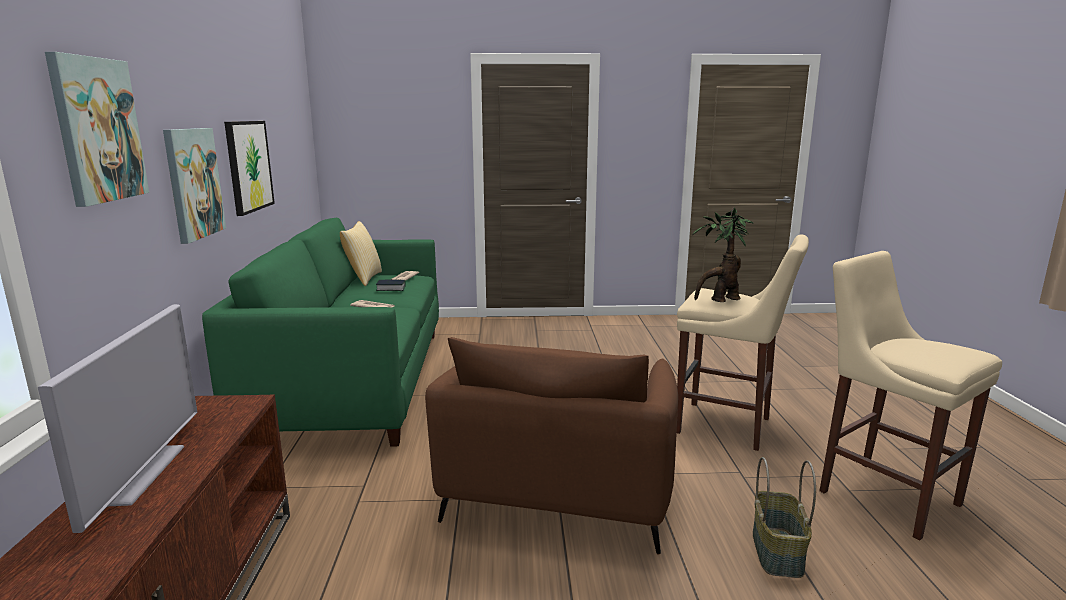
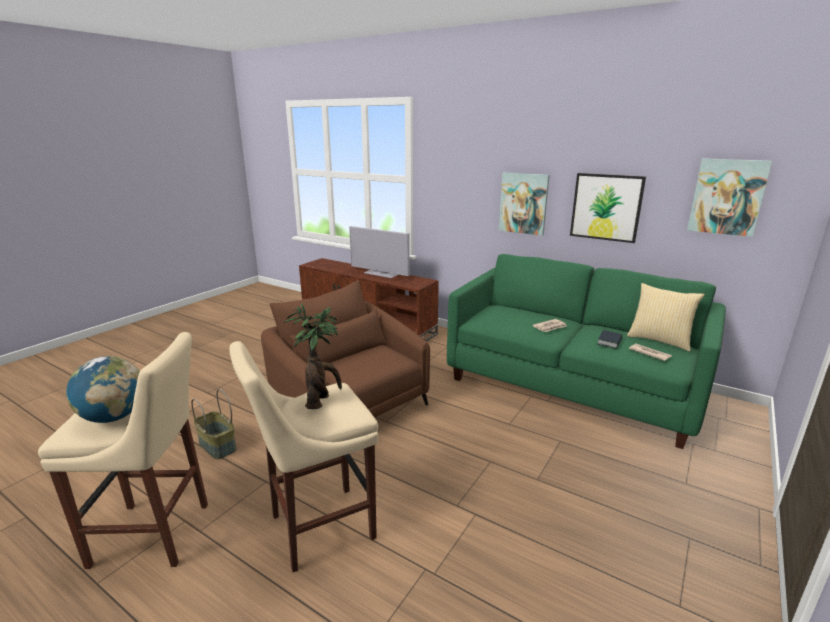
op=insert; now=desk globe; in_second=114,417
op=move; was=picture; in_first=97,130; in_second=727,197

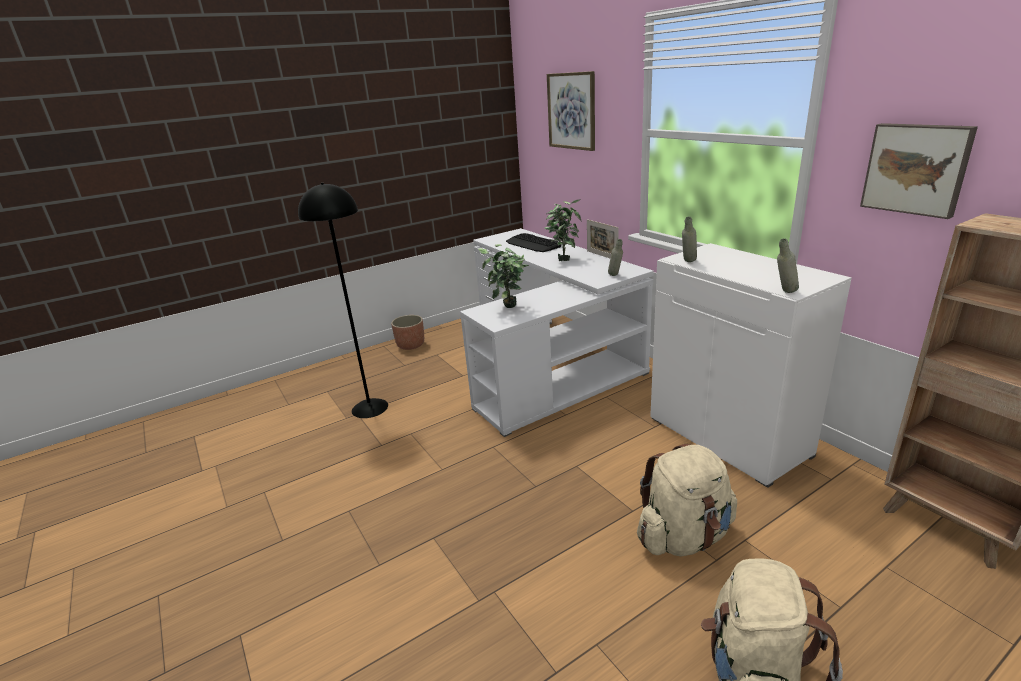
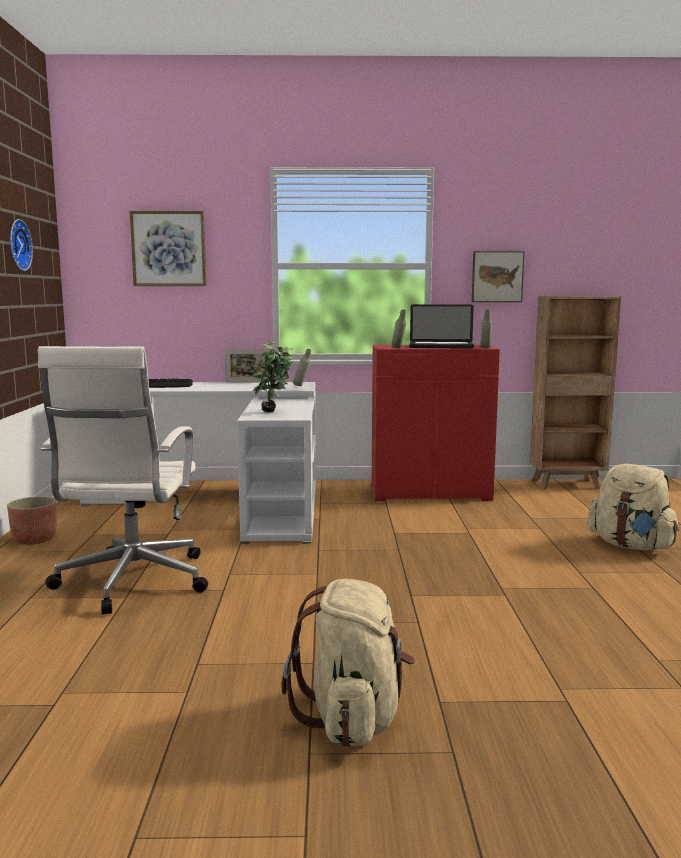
op=delete; was=houseplant; in_first=563,259
op=insert; now=wall clock; in_second=17,245
op=insert; now=notebook computer; in_second=441,346
op=move; was=beige knapsack; in_first=684,537; in_second=353,718
op=replace; was=blackish floor lamp; now=white office chair; in_first=369,408; in_second=131,582
op=recolor; was=white cabinet; now=reddish cabinet; in_first=729,436; in_second=430,492

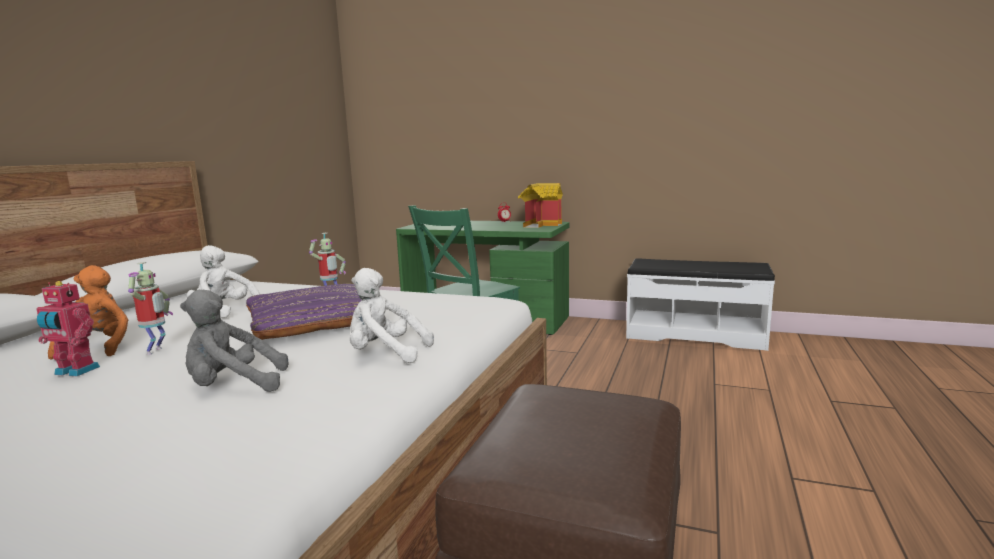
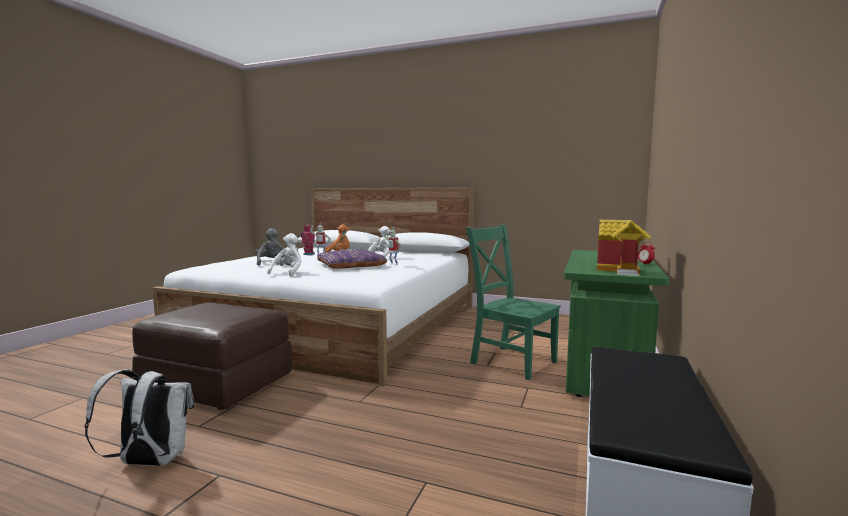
op=insert; now=white knapsack; in_second=149,462

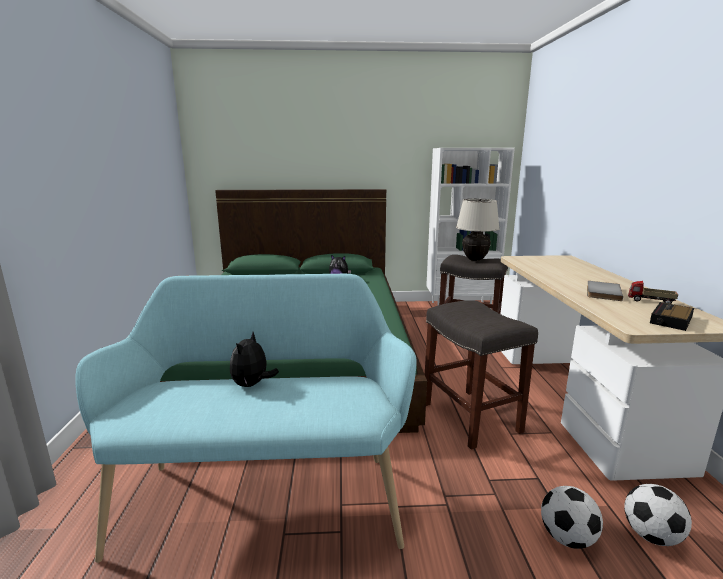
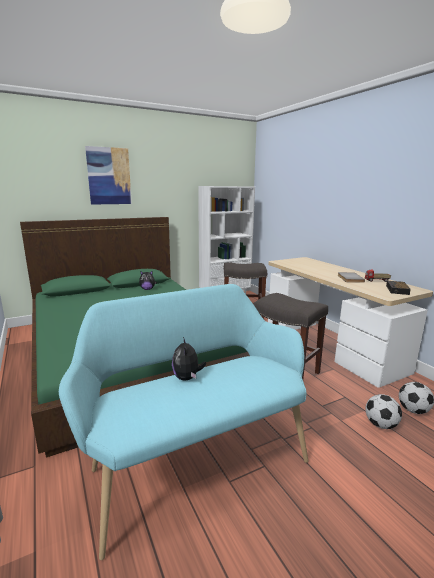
op=delete; was=beige table lamp; in_first=475,259
op=insert; now=picture; in_second=109,176

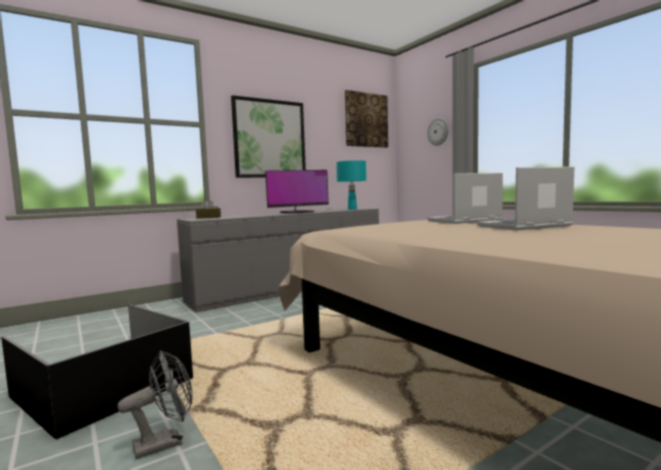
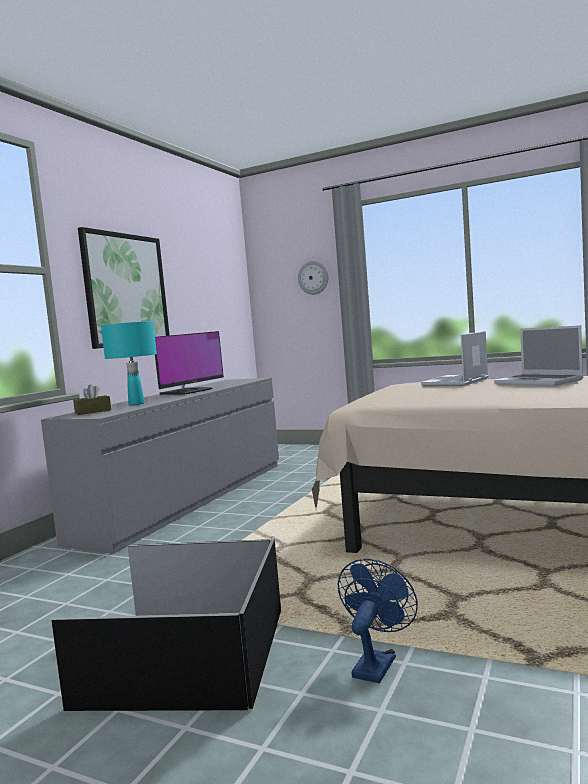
op=delete; was=picture; in_first=366,120
op=move; was=blue-green table lamp; in_first=352,209; in_second=136,404
op=recolor; was=greyish cooling fan; now=bluish cooling fan; in_first=166,442; in_second=376,663
op=rotate; was=notebook computer; in_first=523,226; in_second=539,382; clockwise=-75

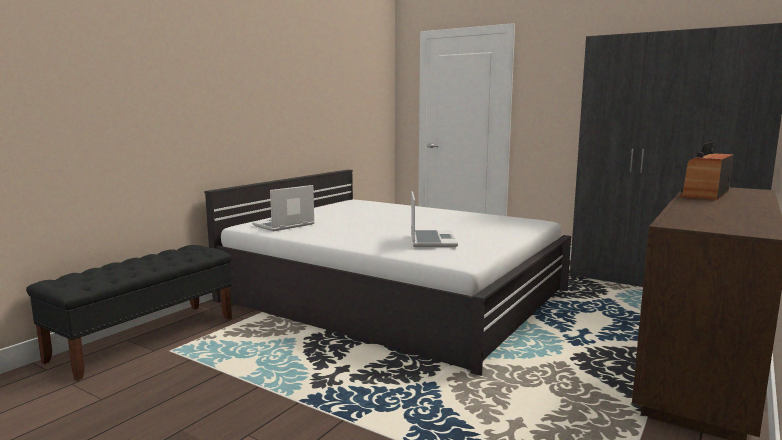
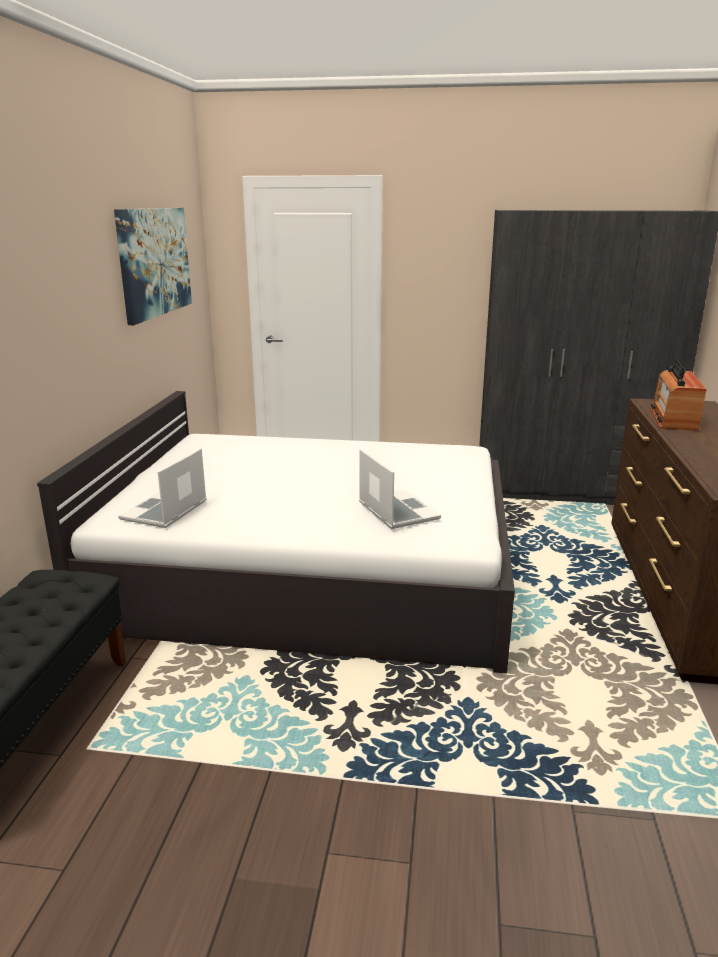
op=insert; now=picture; in_second=154,262

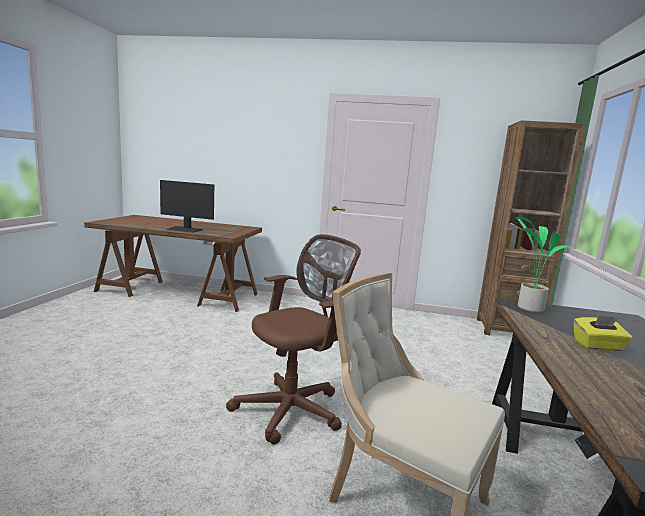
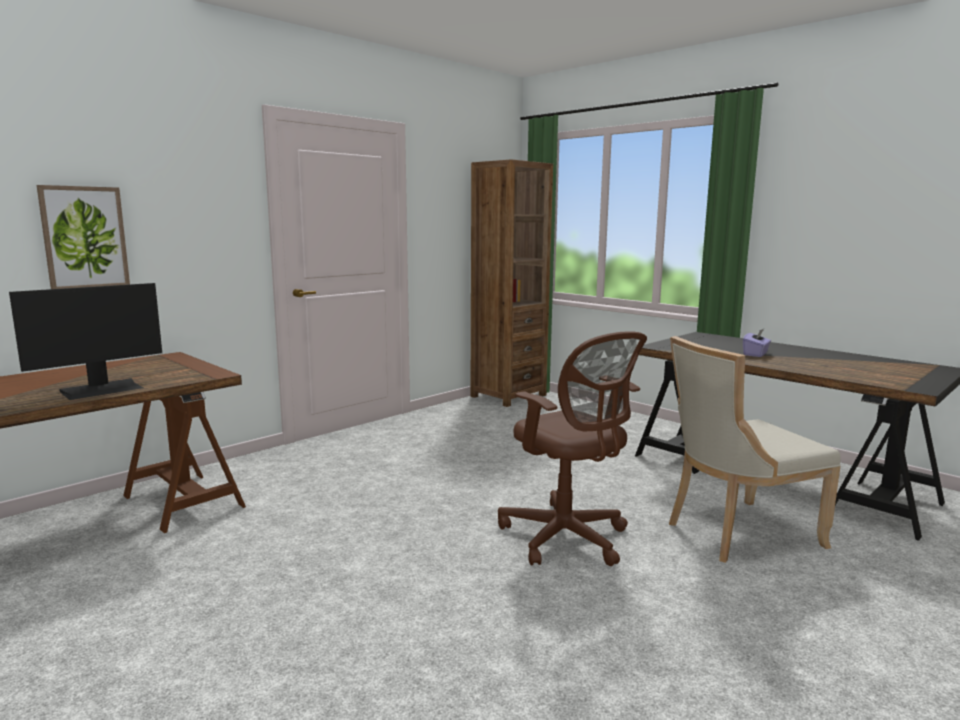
op=delete; was=houseplant; in_first=528,308
op=insert; now=picture; in_second=84,238
op=recolor; was=yellow tissue holder; now=purple-coloured tissue holder; in_first=598,346; in_second=755,354
op=rotate; was=brown-coloured office chair; in_first=293,409; in_second=567,539; clockwise=150

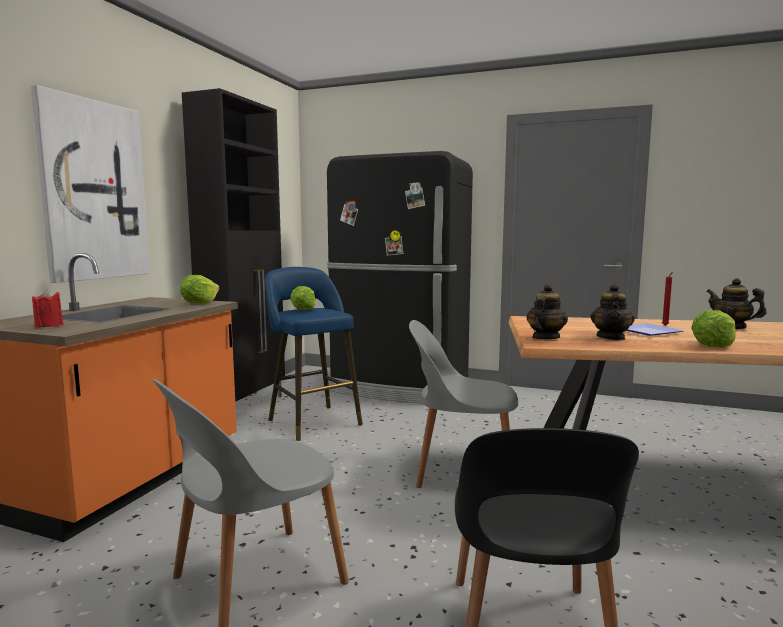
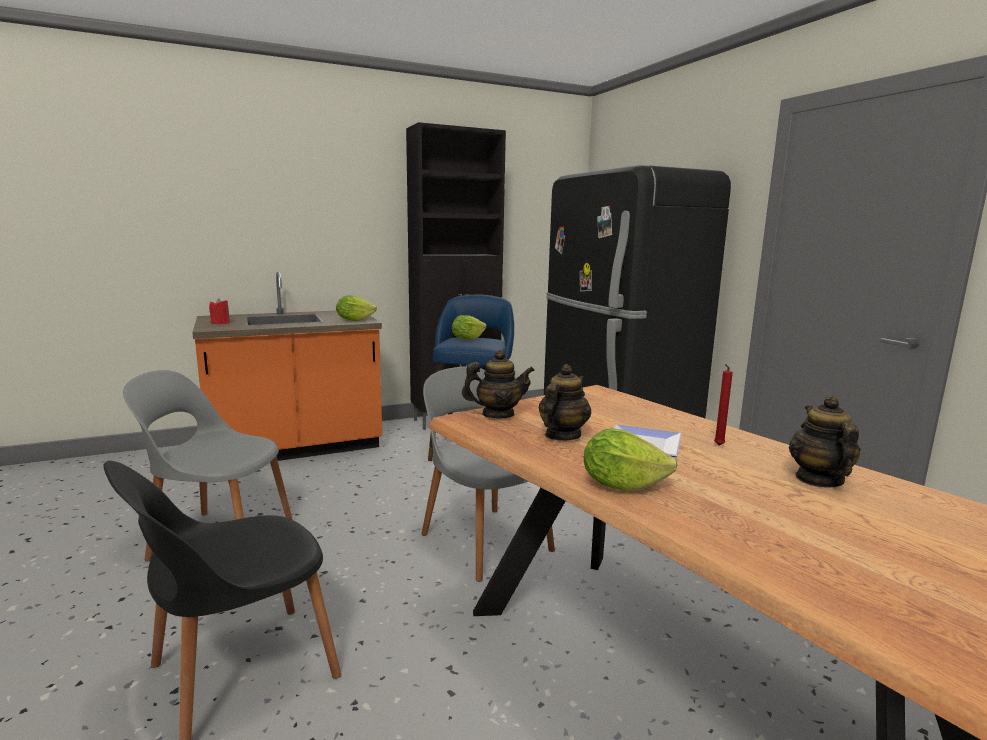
op=delete; was=picture; in_first=93,191
op=rotate; was=teapot; in_first=611,337; in_second=562,435; clockwise=150

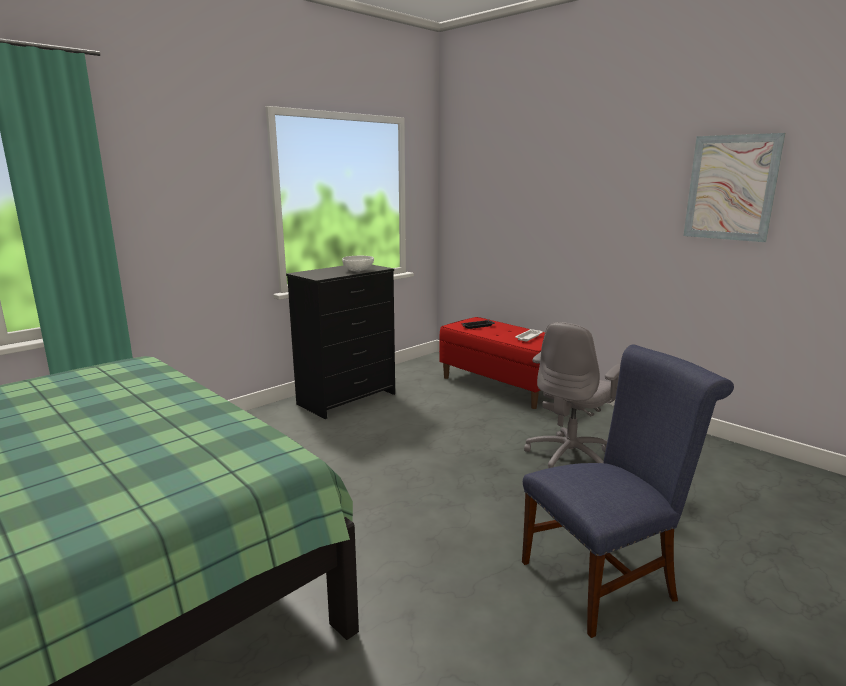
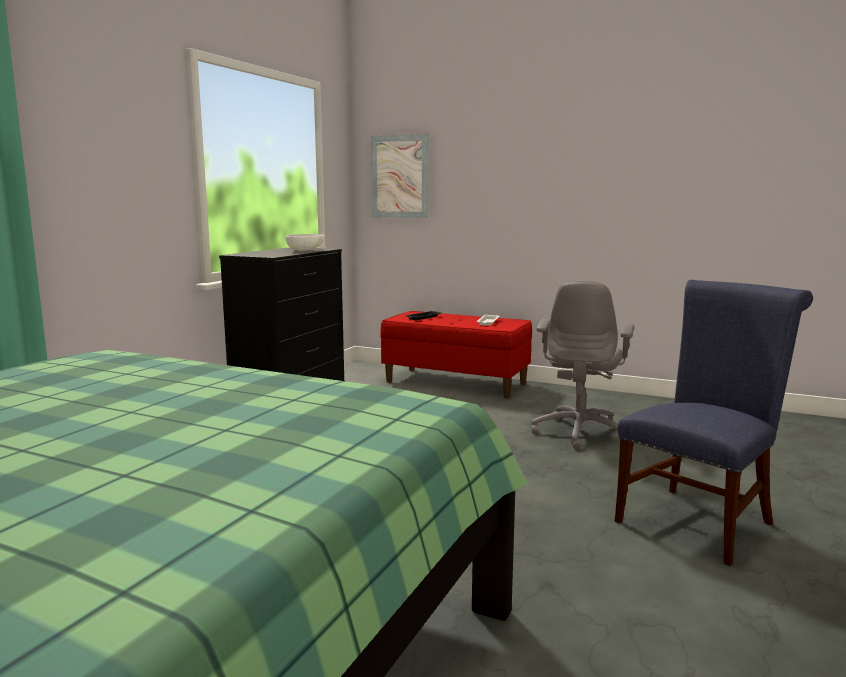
op=move; was=picture; in_first=731,188; in_second=400,176

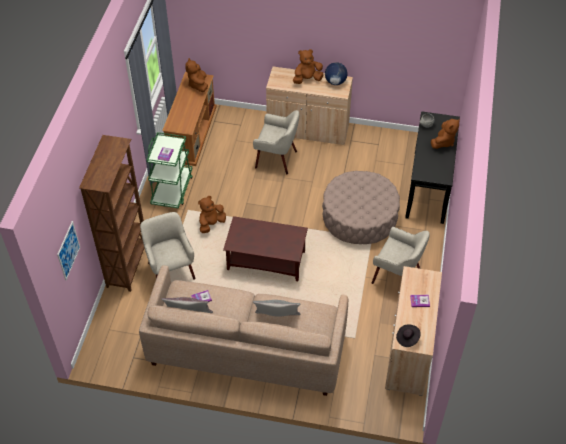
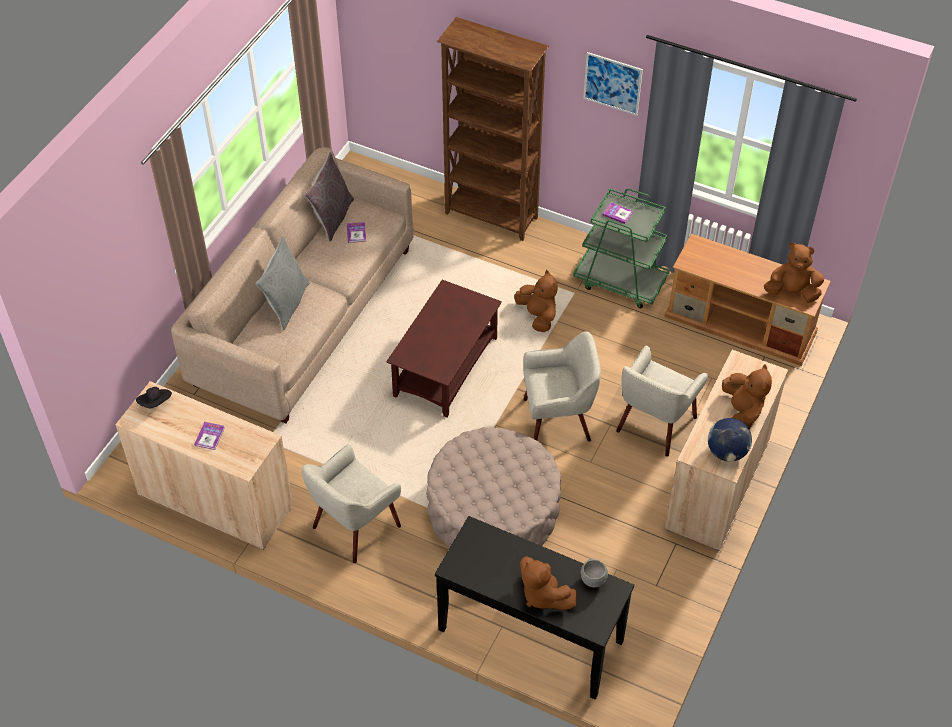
op=move; was=picture; in_first=68,250; in_second=612,83
op=move; was=beige easy chair; in_first=170,270; in_second=558,420

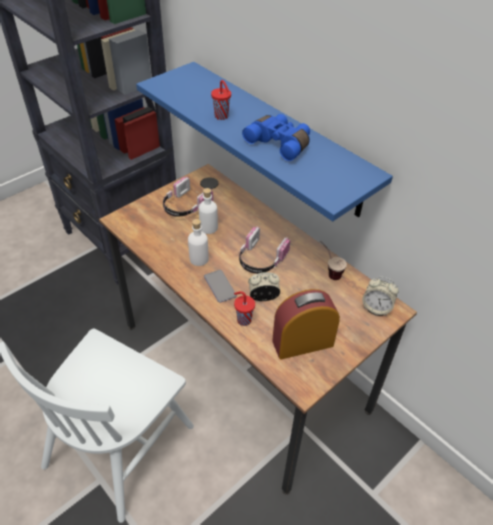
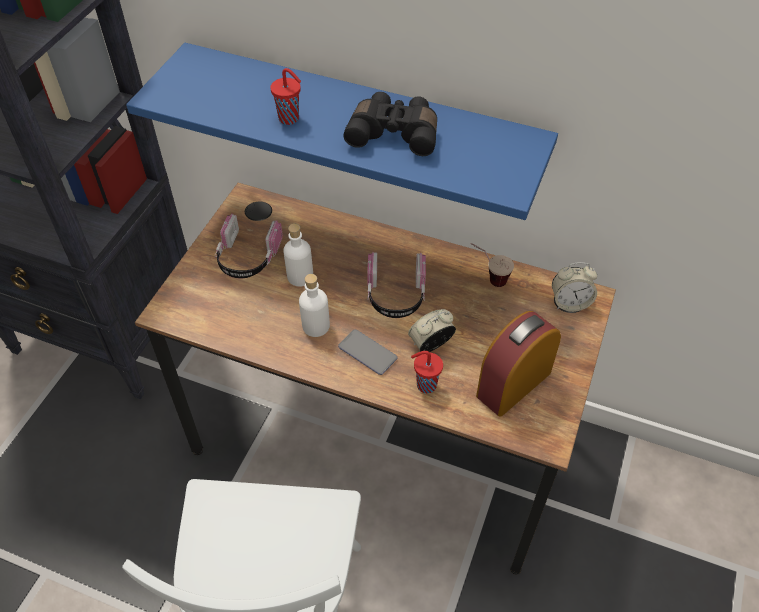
op=recolor; was=bluish field glasses; now=blackish field glasses; in_first=280,143; in_second=394,133

